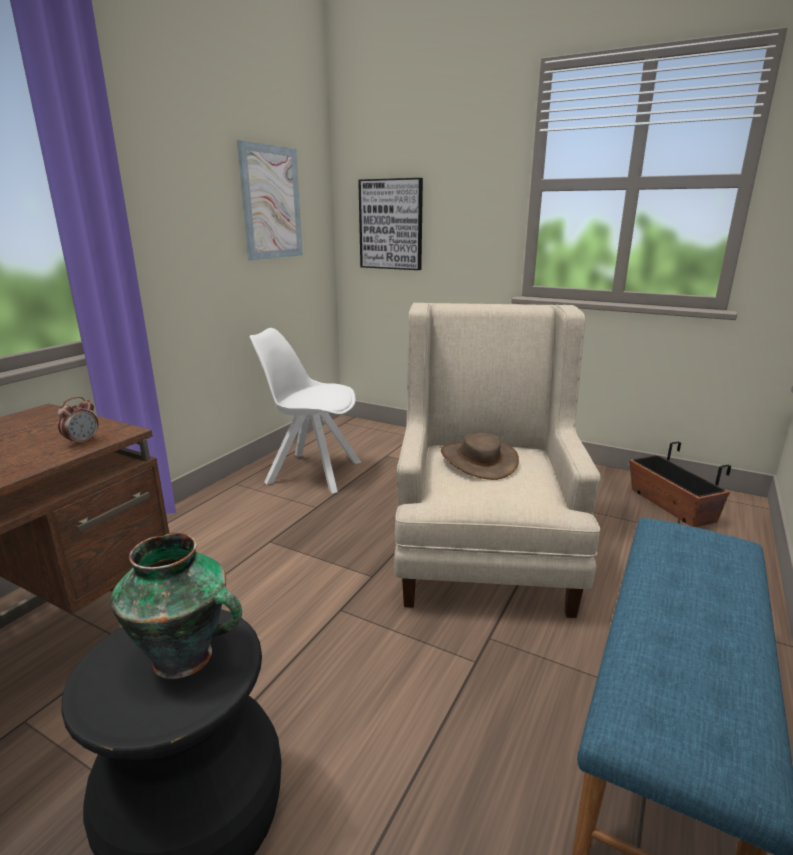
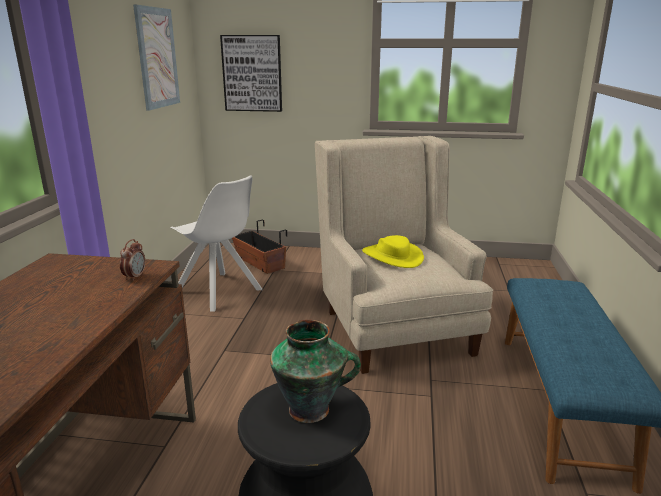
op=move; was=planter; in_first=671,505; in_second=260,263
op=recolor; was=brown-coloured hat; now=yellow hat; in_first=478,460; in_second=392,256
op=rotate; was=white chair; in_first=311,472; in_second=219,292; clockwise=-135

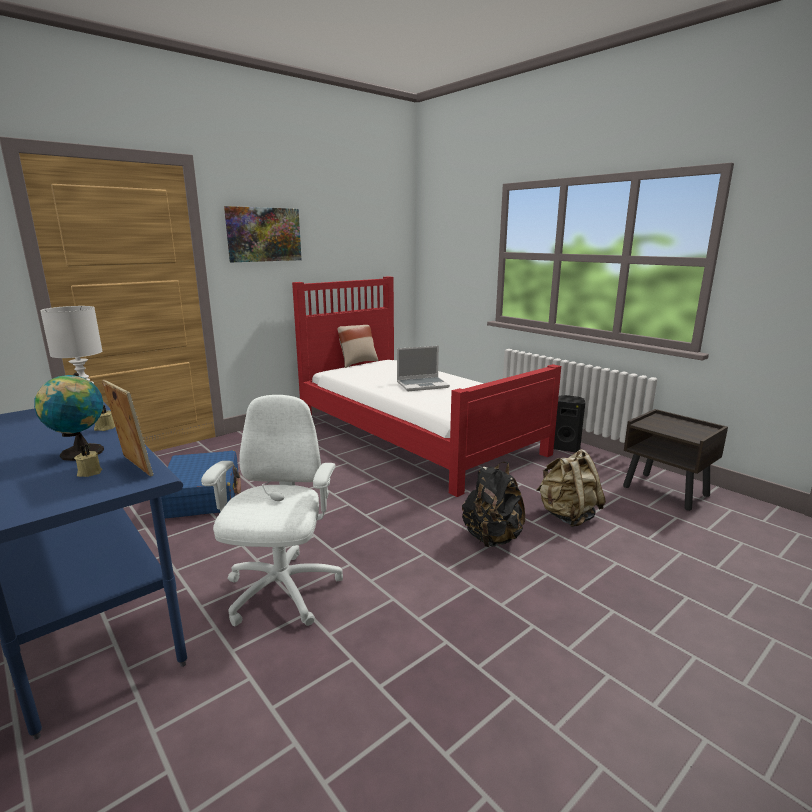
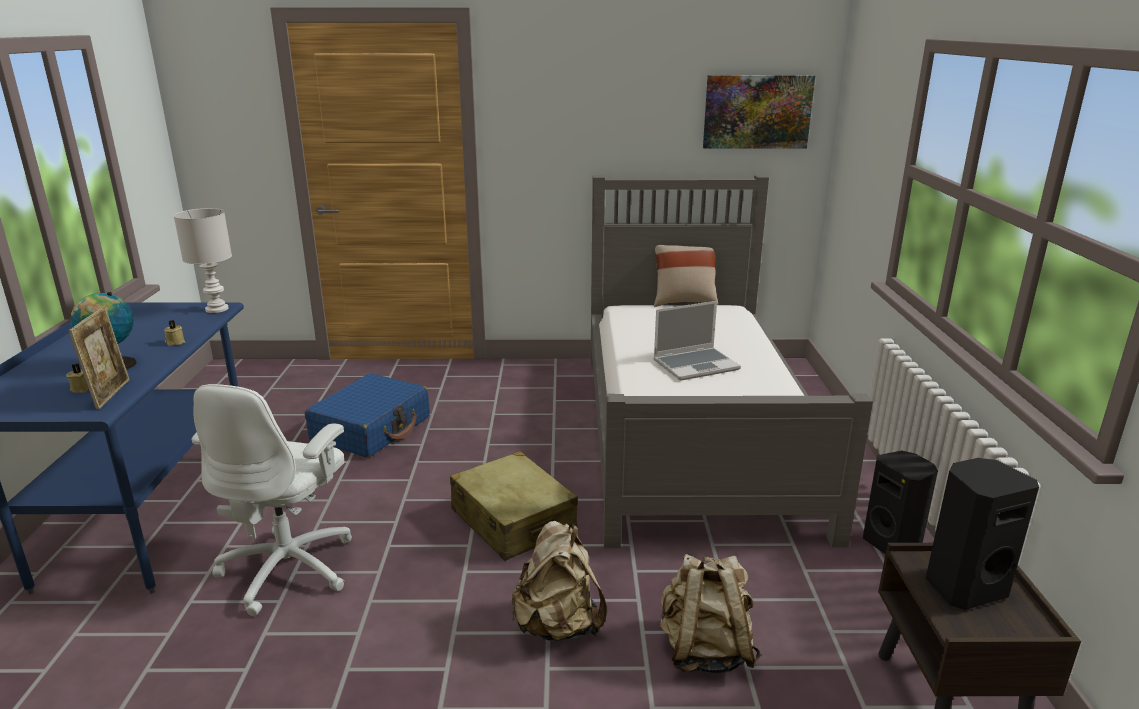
op=insert; now=beige piece of luggage; in_second=513,521
op=insert; now=blackish audio speaker; in_second=963,587
op=move; was=picture; in_first=264,234; in_second=757,112
op=recolor; was=reddish bed; now=greyish bed; in_first=414,434; in_second=691,433
op=recolor; was=blackish knapsack; now=beige knapsack; in_first=492,538; in_second=558,625
op=rotate; was=white office chair; in_first=281,592; in_second=290,568; clockwise=150
op=rotate; was=notebook computer; in_first=423,385; in_second=696,365; clockwise=-45

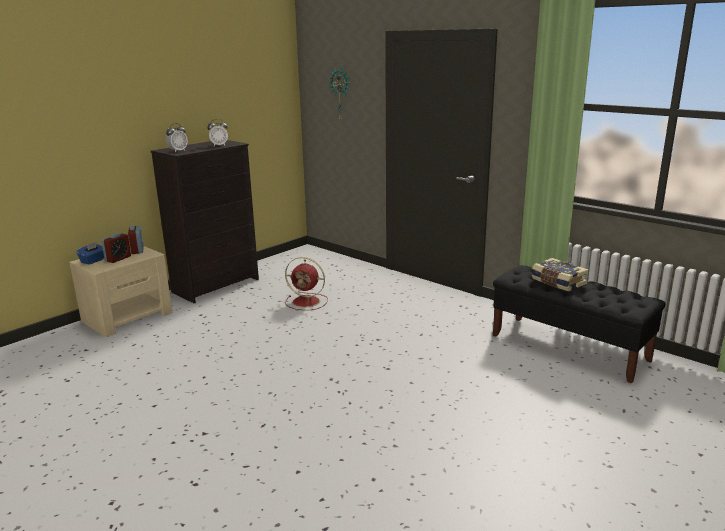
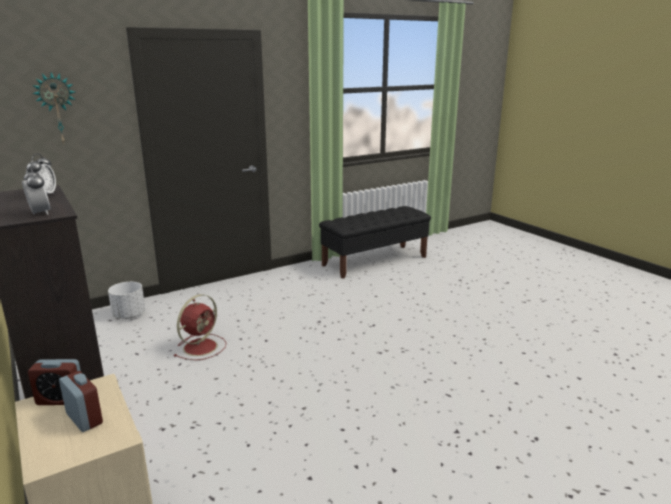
op=delete; was=bluish tissue holder; in_first=93,261
op=delete; was=book; in_first=557,282
op=insert; now=white planter; in_second=129,315

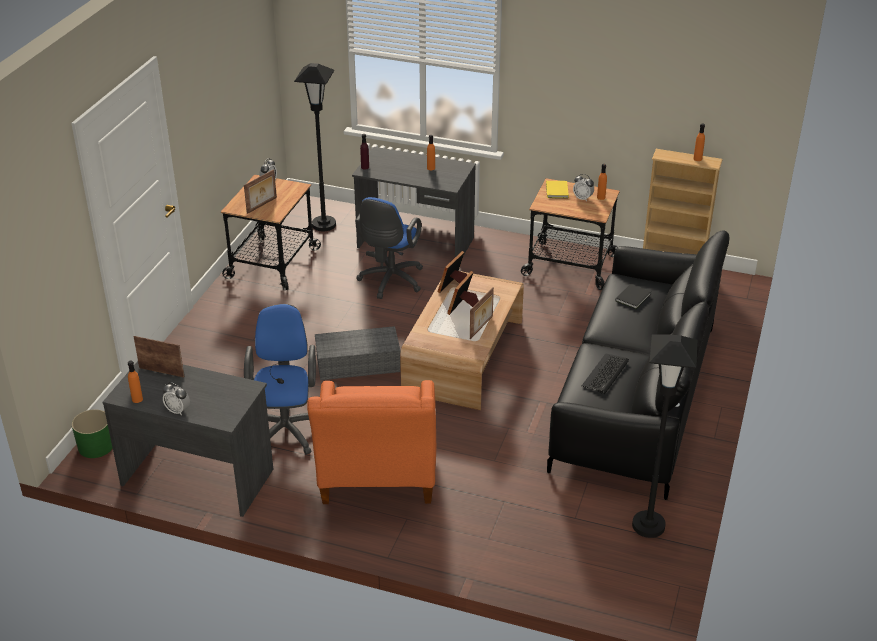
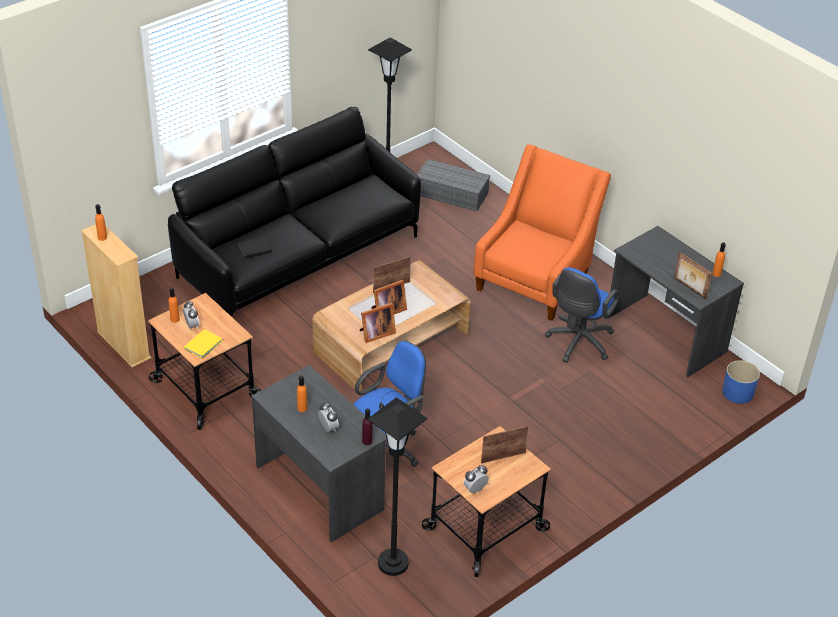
op=delete; was=PC keyboard; in_first=605,374
op=move; was=alarm clock; in_first=178,410; in_second=328,428
op=move; was=greyish storage box; in_first=357,364; in_second=453,193
op=recolor; was=green-coloured planter; now=bluish planter; in_first=96,446; in_second=737,392

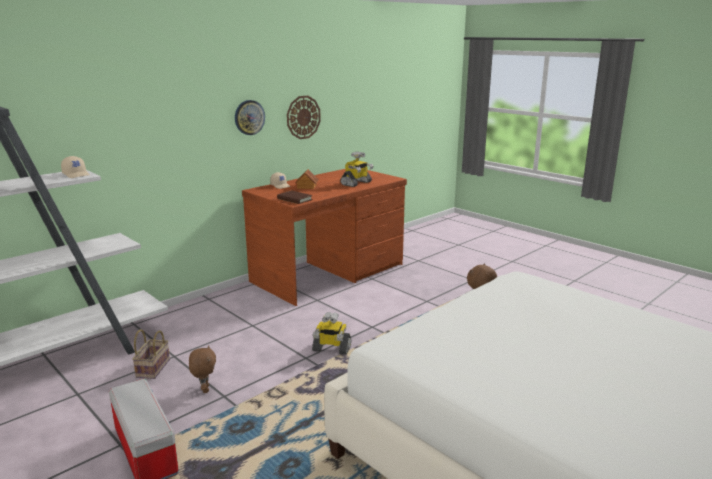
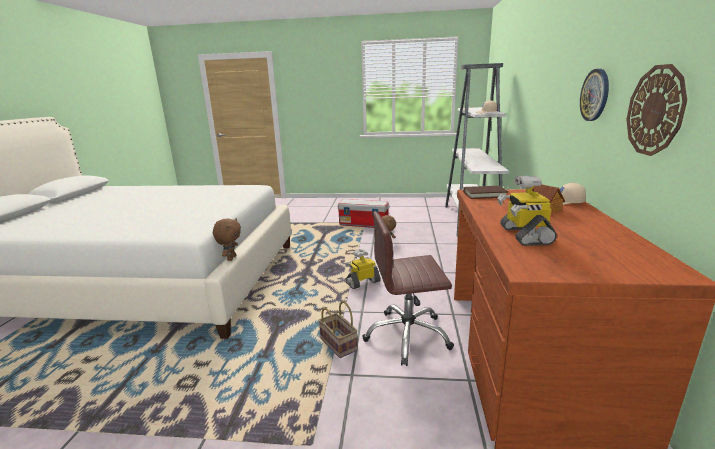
op=insert; now=brown-coloured office chair; in_second=407,336
op=move; was=storage basket; in_first=153,368; in_second=339,344

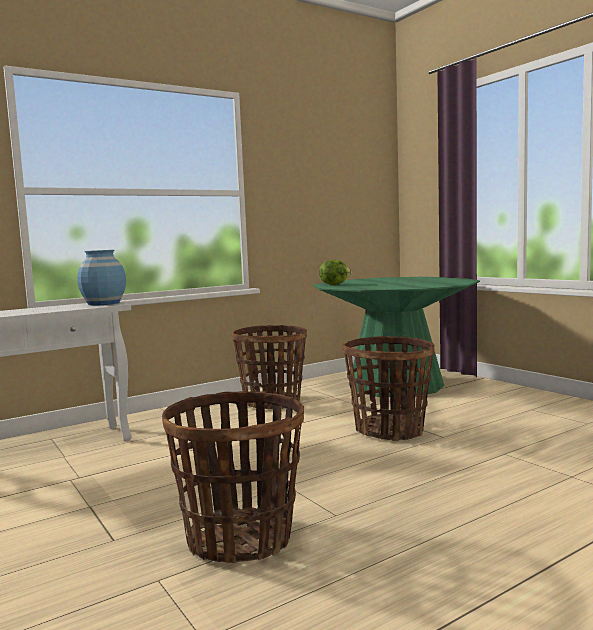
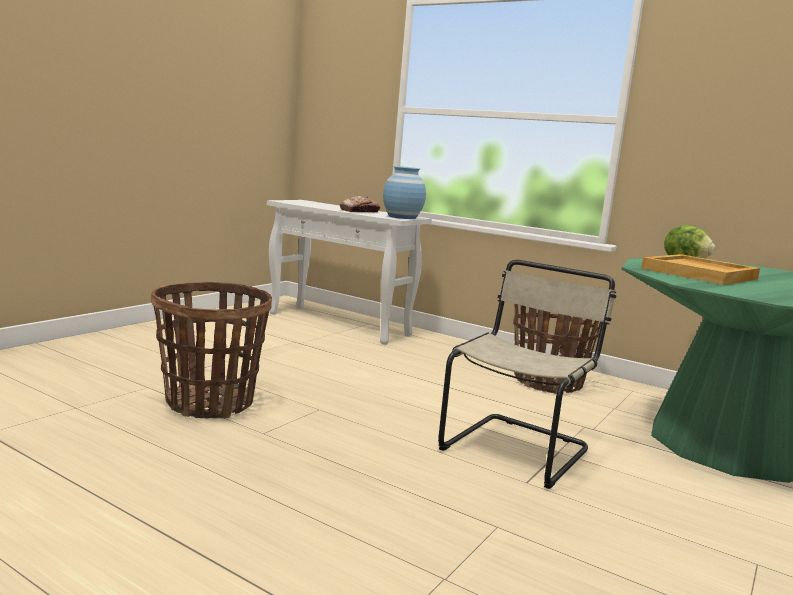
op=insert; now=bakery bread; in_second=359,211
op=insert; now=beige serving tray; in_second=700,274
op=replace; was=storage basket; now=beige chair; in_first=390,430; in_second=518,448

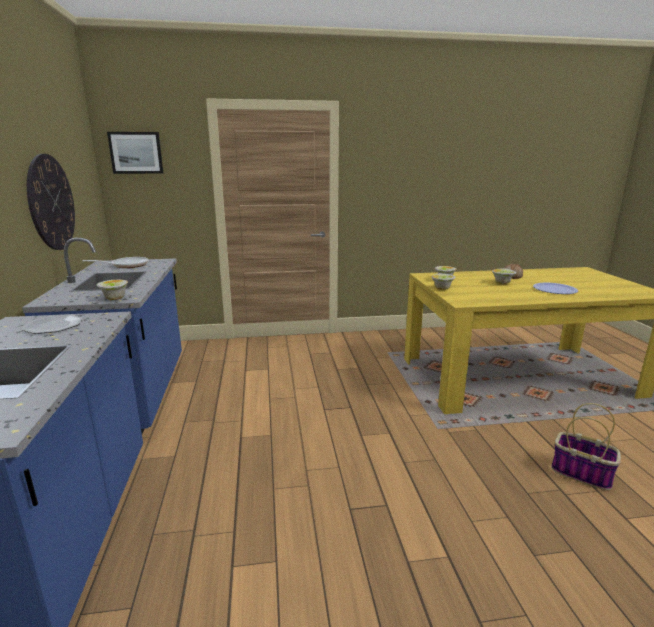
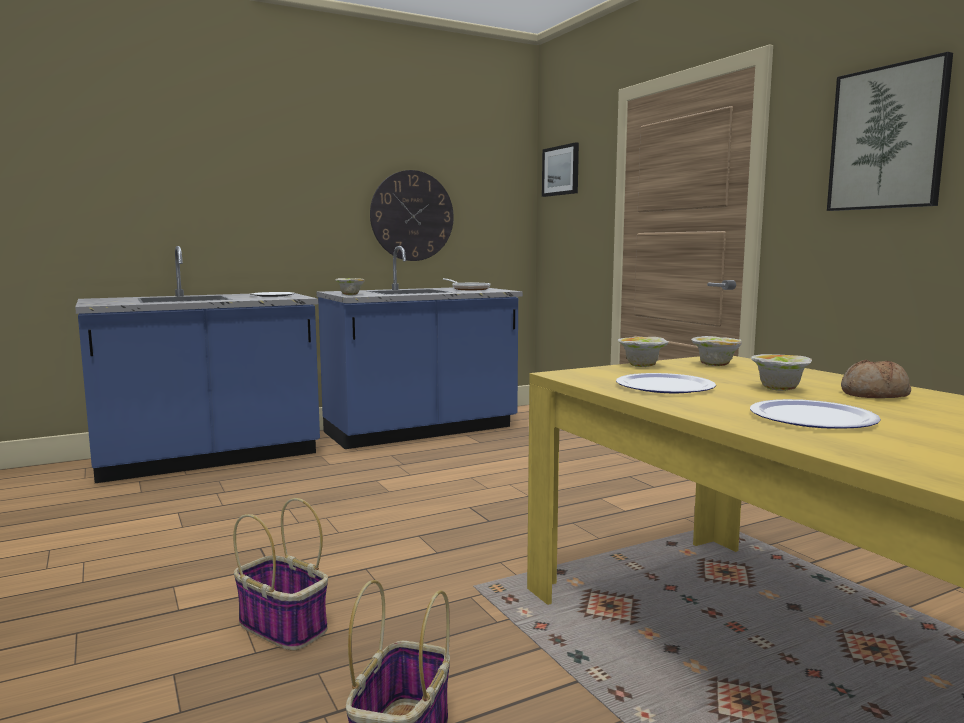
op=insert; now=storage basket; in_second=284,627
op=insert; now=flat dish; in_second=664,386
op=insert; now=picture; in_second=887,138

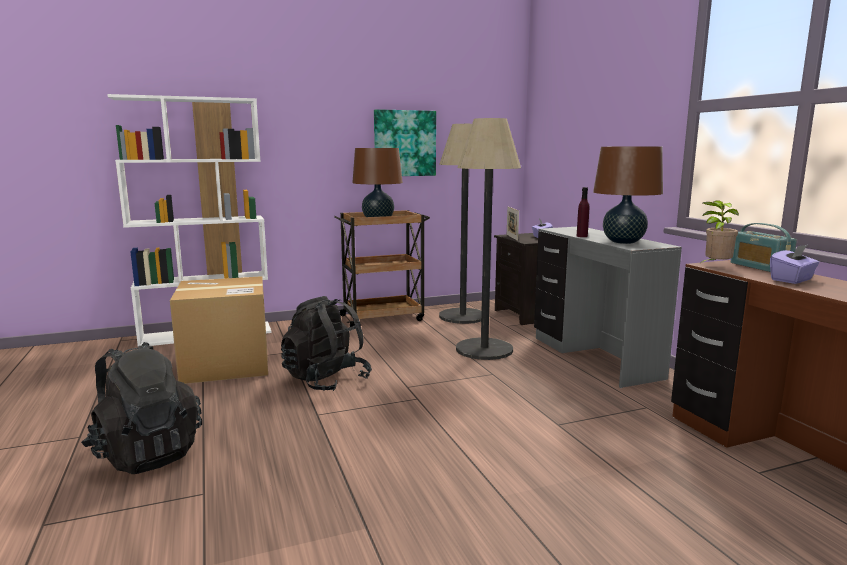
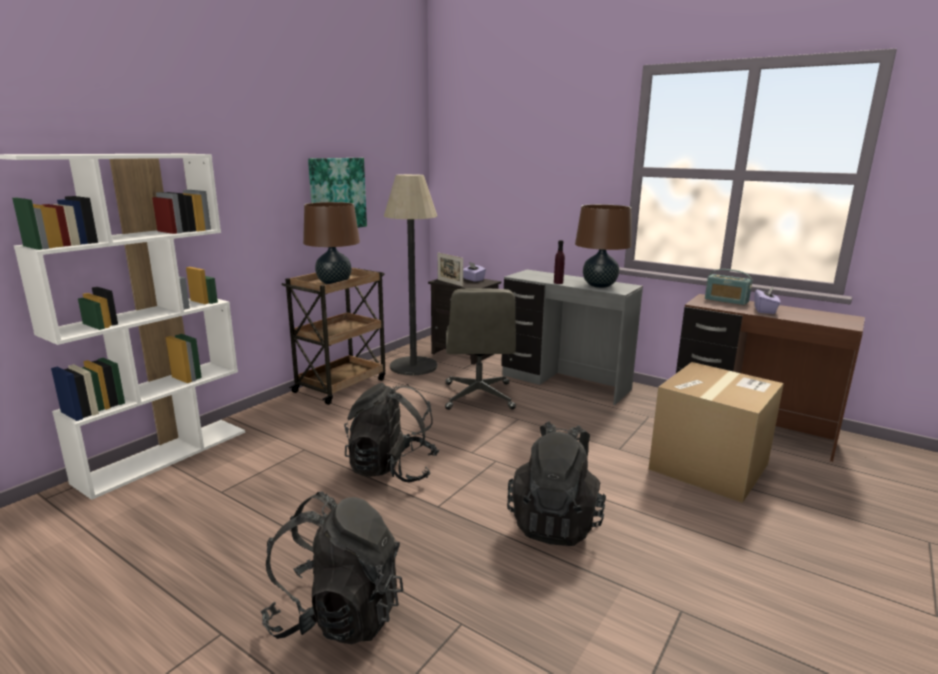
op=delete; was=houseplant; in_first=715,266
op=insert; now=blackish knapsack; in_second=555,522
op=move; was=carton; in_first=226,364; in_second=708,466
op=replace; was=floor lamp; now=greyish office chair; in_first=484,349; in_second=479,396

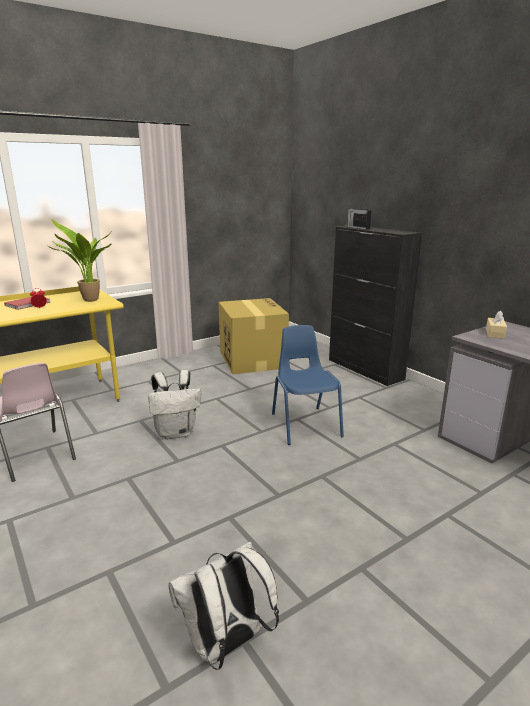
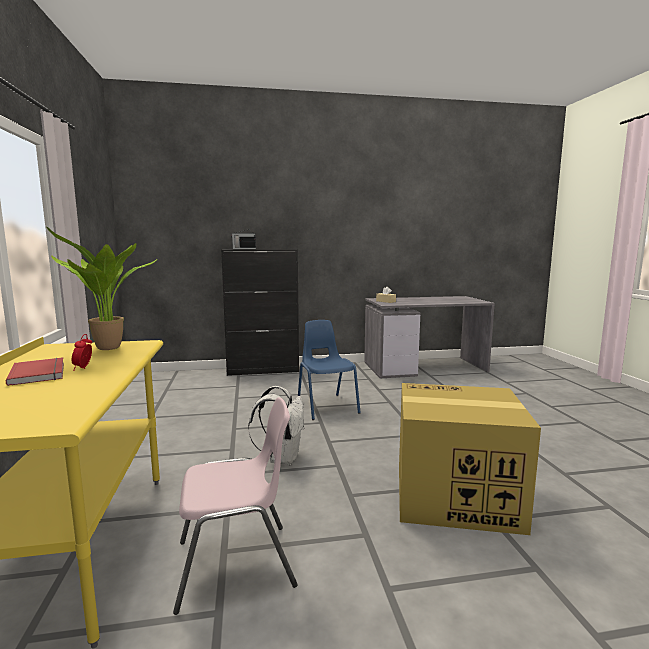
op=delete; was=white knapsack; in_first=226,645
op=move; was=carton; in_first=252,359; in_second=454,496
op=rotate; was=bluish chair; in_first=305,424; in_second=326,406; clockwise=60

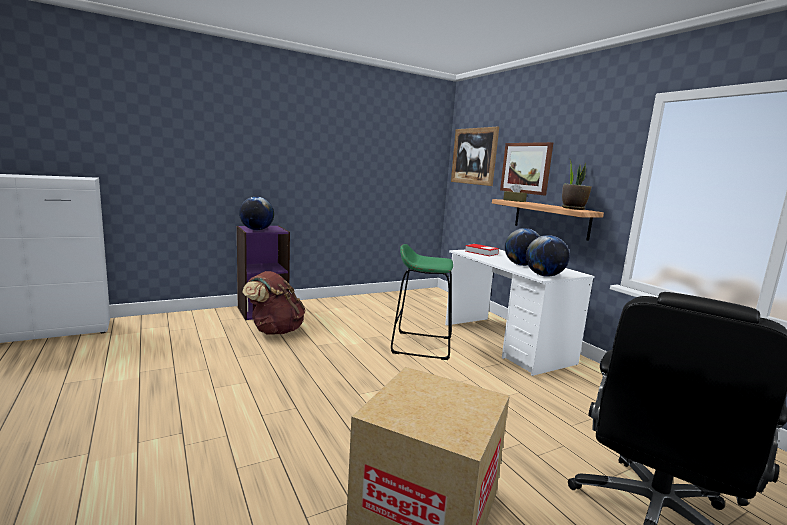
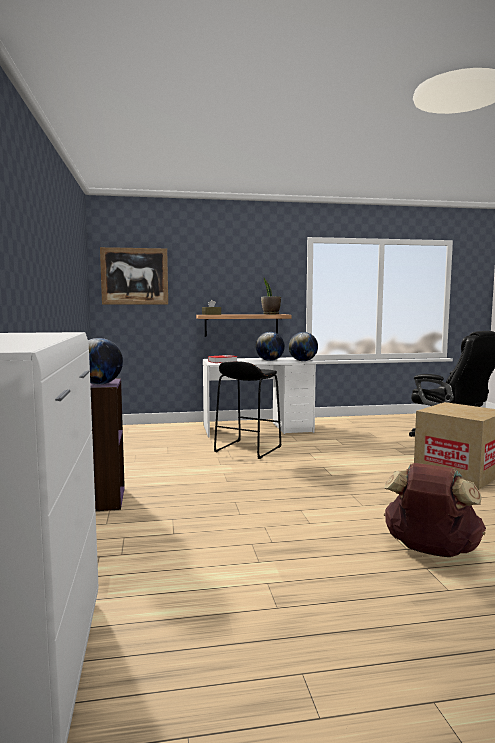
op=delete; was=picture; in_first=526,168
op=move; was=brown-coloured knapsack; in_first=275,331; in_second=430,551
op=recolor; was=green-coloured stool seat; now=blackish stool seat; in_first=421,345; in_second=248,449

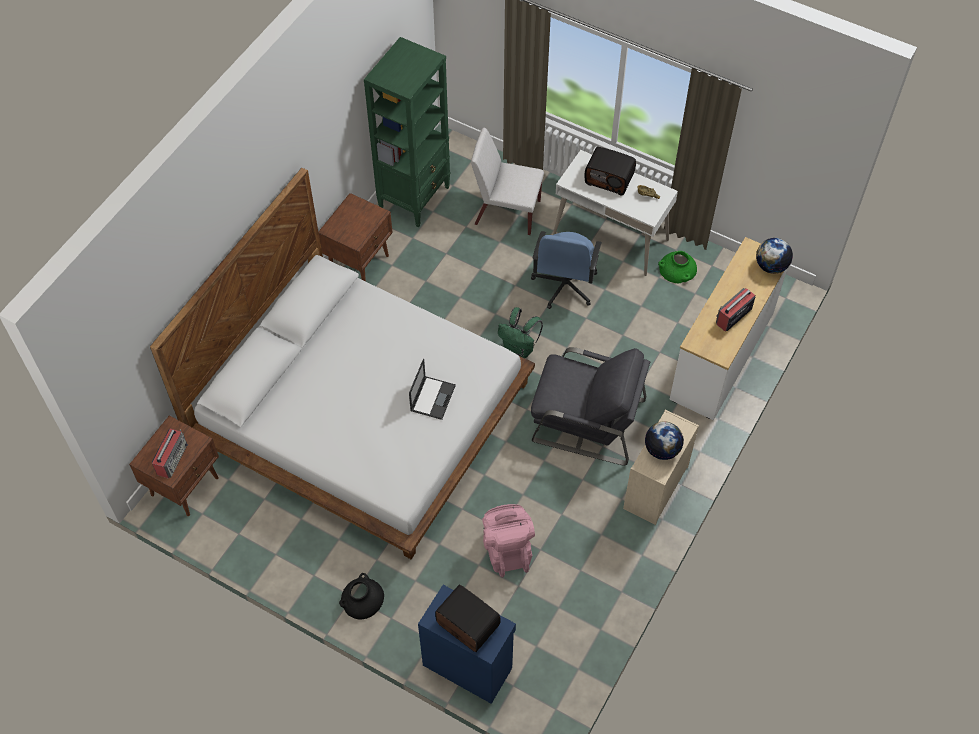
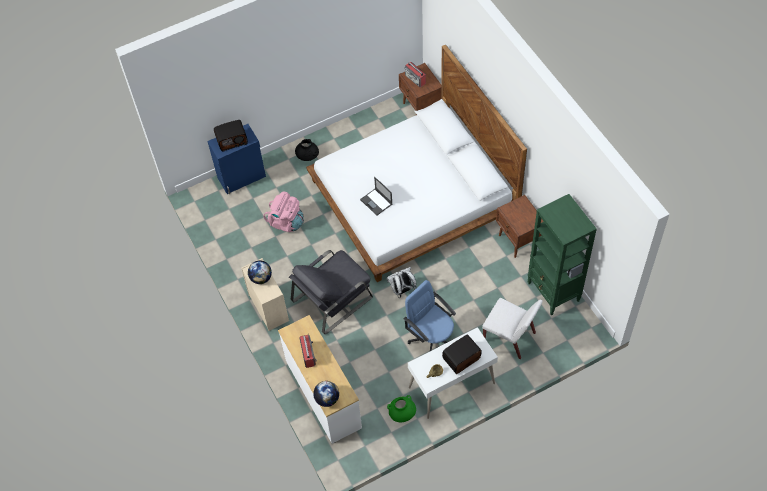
op=recolor; was=green-coloured knapsack; now=white knapsack; in_first=519,349; in_second=402,290
op=rotate; was=white chair; in_first=506,212; in_second=510,337; clockwise=75

